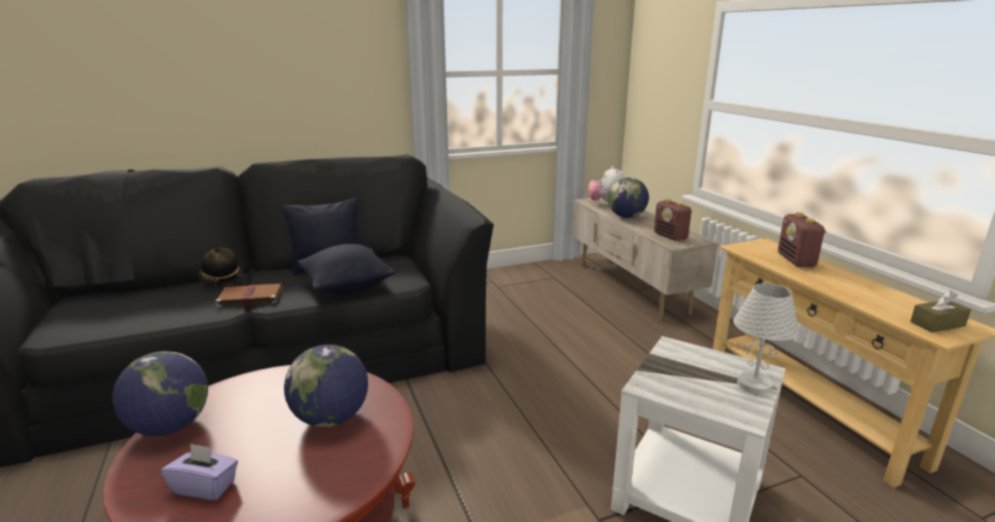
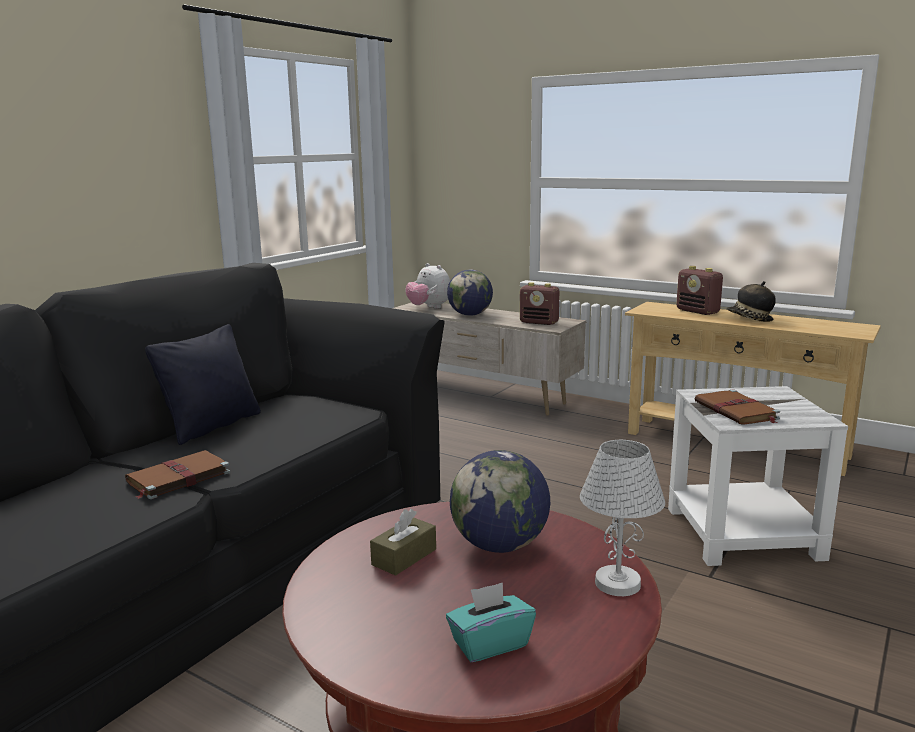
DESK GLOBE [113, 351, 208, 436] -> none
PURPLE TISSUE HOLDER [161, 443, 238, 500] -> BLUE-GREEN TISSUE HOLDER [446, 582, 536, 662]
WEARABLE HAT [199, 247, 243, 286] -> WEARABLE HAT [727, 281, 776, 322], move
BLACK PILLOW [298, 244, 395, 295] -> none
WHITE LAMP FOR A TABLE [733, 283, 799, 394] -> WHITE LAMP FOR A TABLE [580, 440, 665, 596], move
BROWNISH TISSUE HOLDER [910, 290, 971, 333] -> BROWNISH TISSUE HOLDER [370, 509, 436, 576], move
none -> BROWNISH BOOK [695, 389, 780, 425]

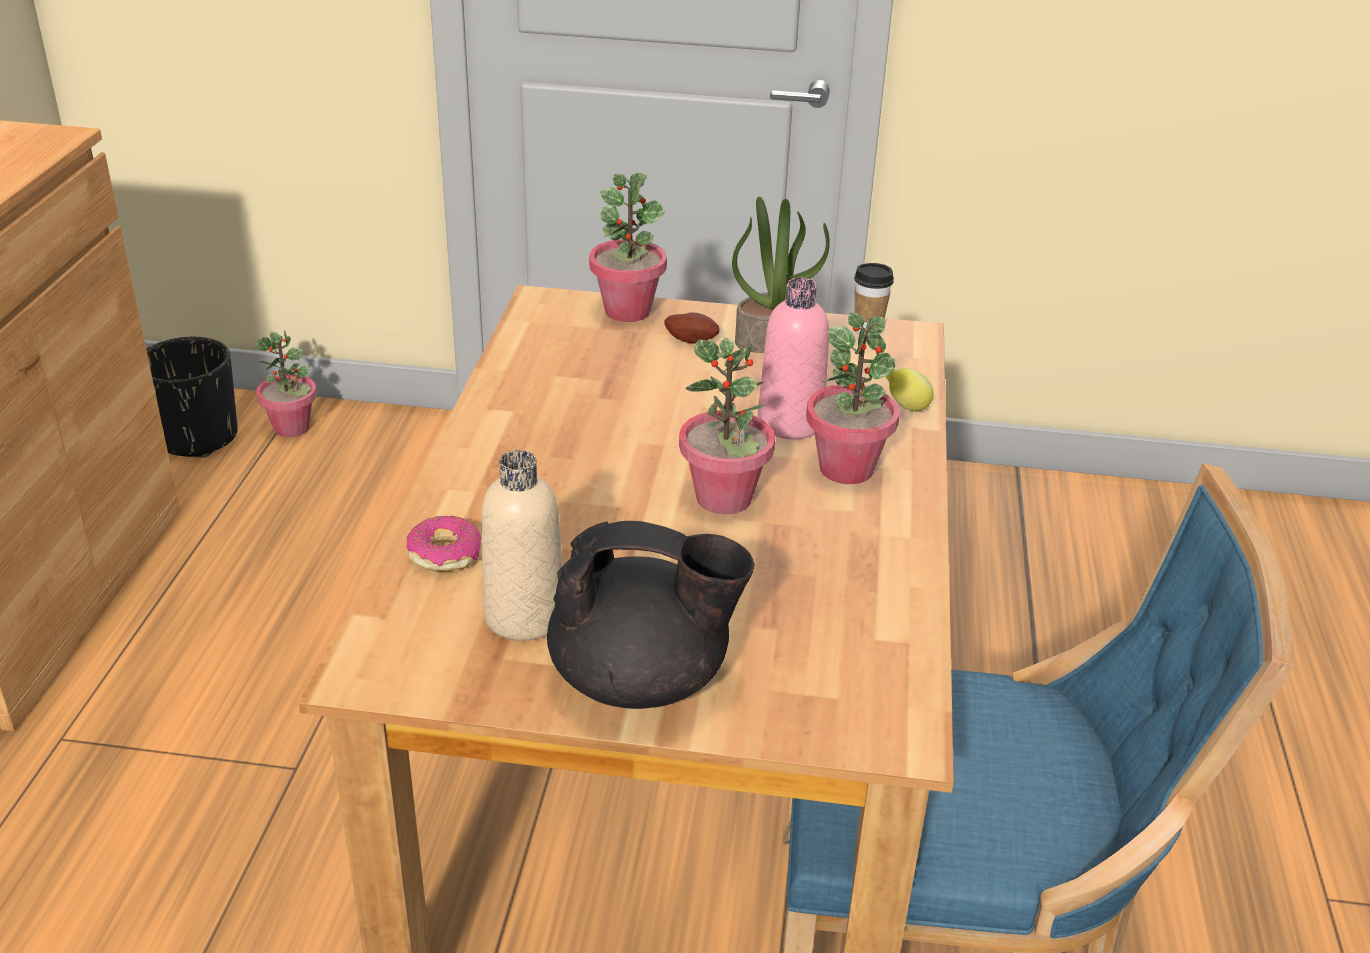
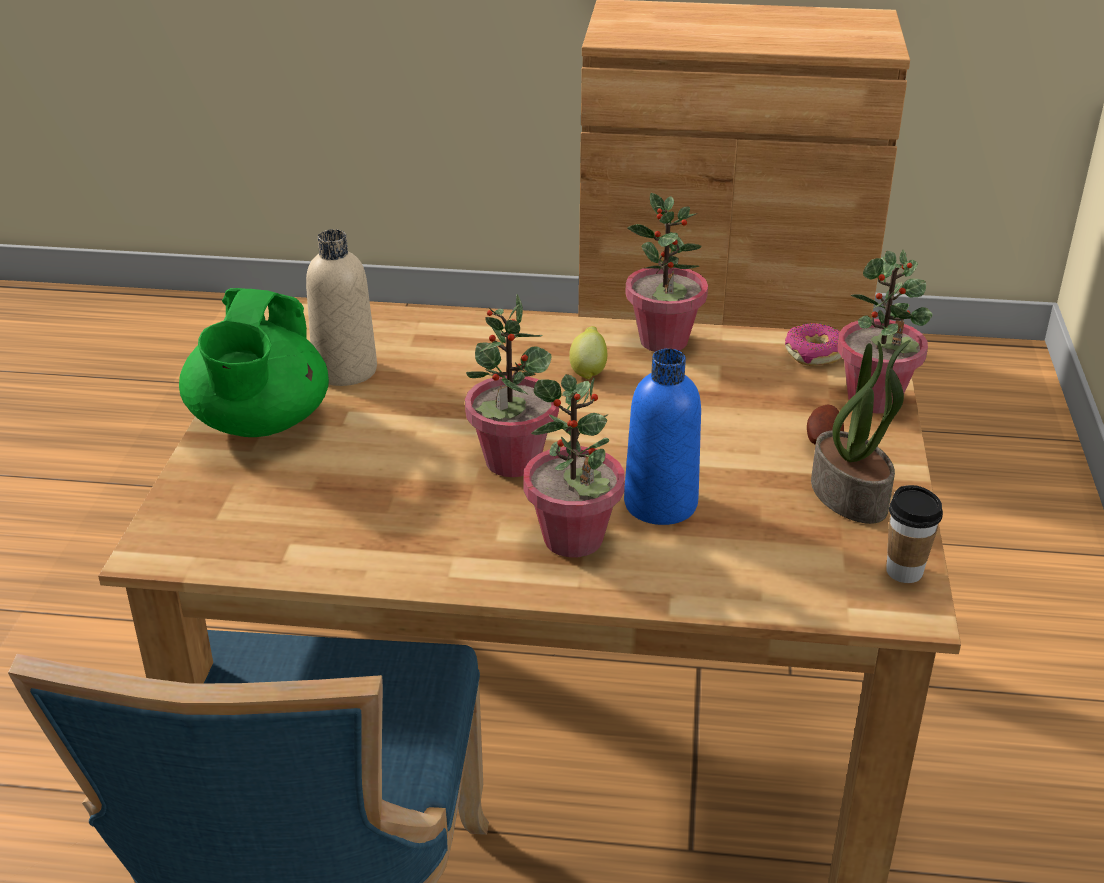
BLACK FLOWER POT [146, 337, 238, 458] -> none
HOUSEPLANT [256, 330, 317, 437] -> HOUSEPLANT [625, 193, 708, 352], move
DOUGHNUT [407, 516, 481, 571] -> DOUGHNUT [785, 323, 842, 366], move
BLACK POT FOR TEA [547, 521, 754, 709] -> GREEN-COLOURED POT FOR TEA [179, 288, 329, 437]
PINK DRINK BOTTLE [757, 278, 829, 439] -> BLUE-COLOURED DRINK BOTTLE [624, 349, 701, 525]
LEMON [886, 368, 934, 412] -> LEMON [569, 326, 607, 380], move

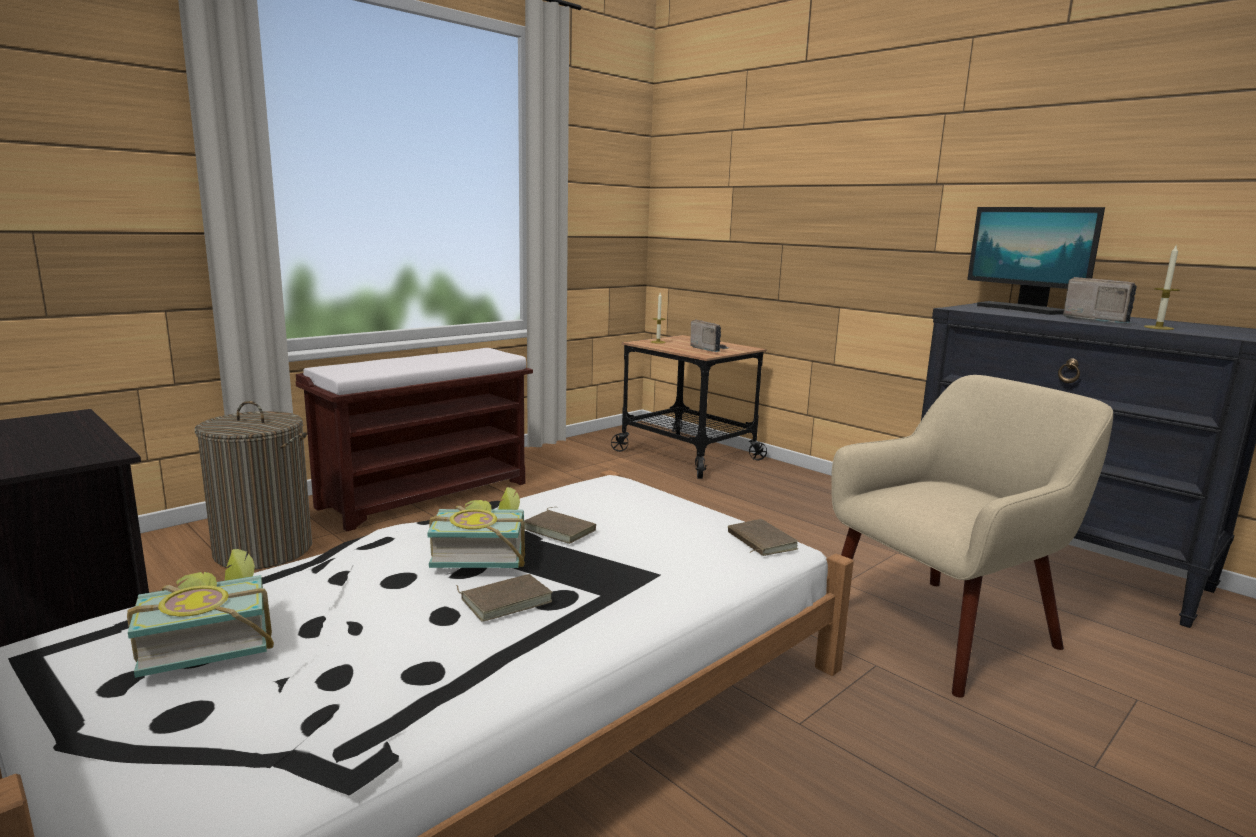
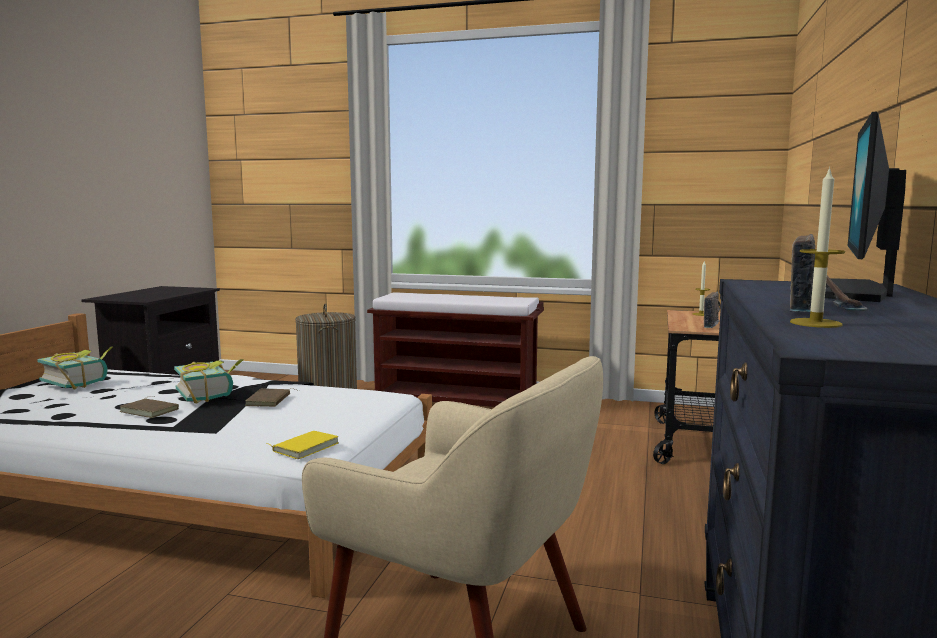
BROWNISH BOOK [728, 519, 798, 556] -> YELLOWISH BOOK [266, 431, 339, 459]

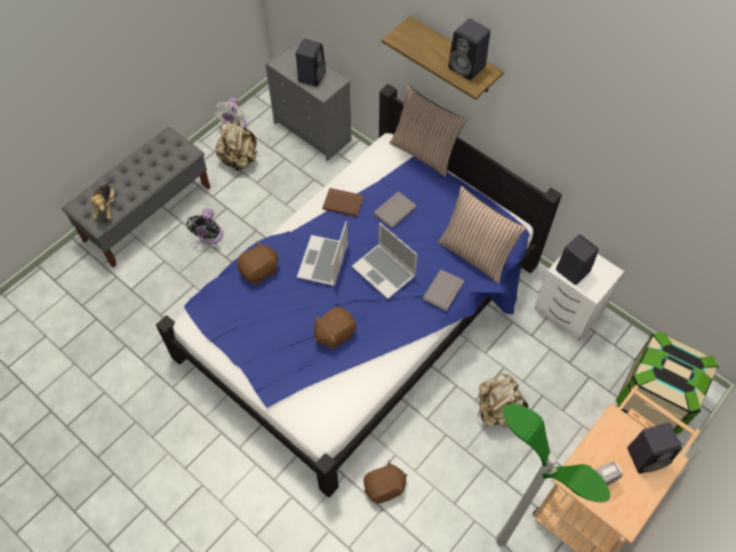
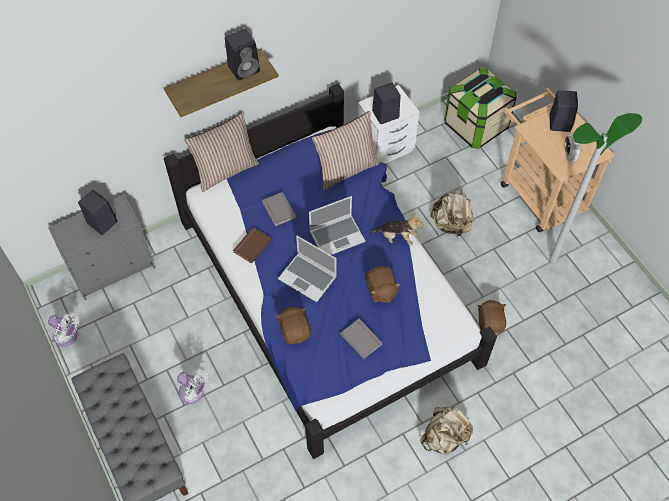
CUDDLY TOY [91, 183, 115, 219] -> CUDDLY TOY [371, 213, 424, 245], move
BLACK ELECTRIC FAN [186, 208, 223, 245] -> WHITE ELECTRIC FAN [177, 370, 209, 404]
SAND-COLOURED RUCKSACK [215, 119, 257, 172] -> SAND-COLOURED RUCKSACK [420, 406, 473, 455], move
GREYISH BOOK [422, 269, 464, 311] -> GREYISH BOOK [340, 319, 382, 359], move

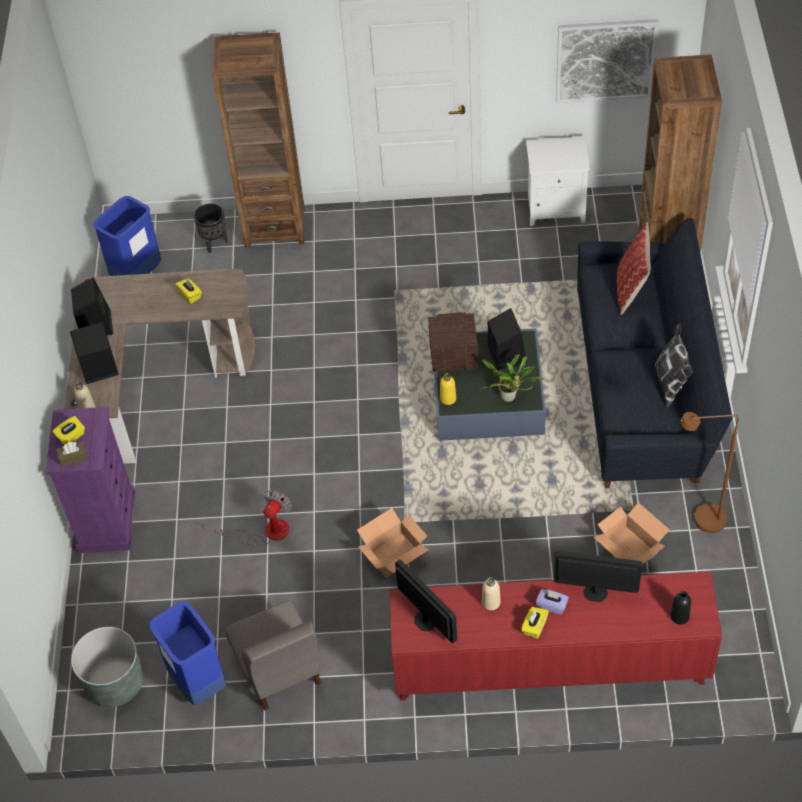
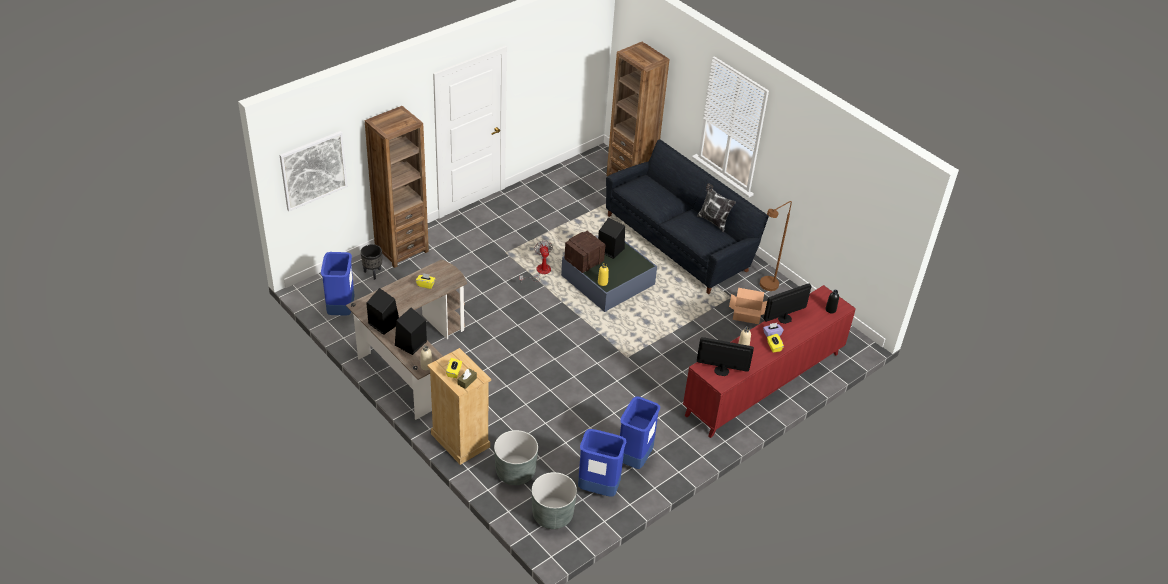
PURPLE DRESSER [45, 407, 135, 553] -> SAND-COLOURED DRESSER [427, 348, 491, 465]
ELECTRIC FAN [215, 489, 291, 546] -> ELECTRIC FAN [519, 240, 553, 283], move
GREYISH CHAIR [225, 600, 321, 711] -> BLUE-COLOURED TRASH CAN [620, 397, 660, 469]
PACKING BOX [357, 508, 429, 578] -> none
HOUSEPLANT [480, 354, 544, 402] -> none
WHITE BEDSIDE TABLE [526, 136, 590, 226] -> none
PICTURE [556, 19, 659, 103] -> PICTURE [280, 131, 348, 211], move
PILLOW [617, 222, 651, 315] -> none
none -> GREYISH FLOWER POT [494, 430, 538, 485]

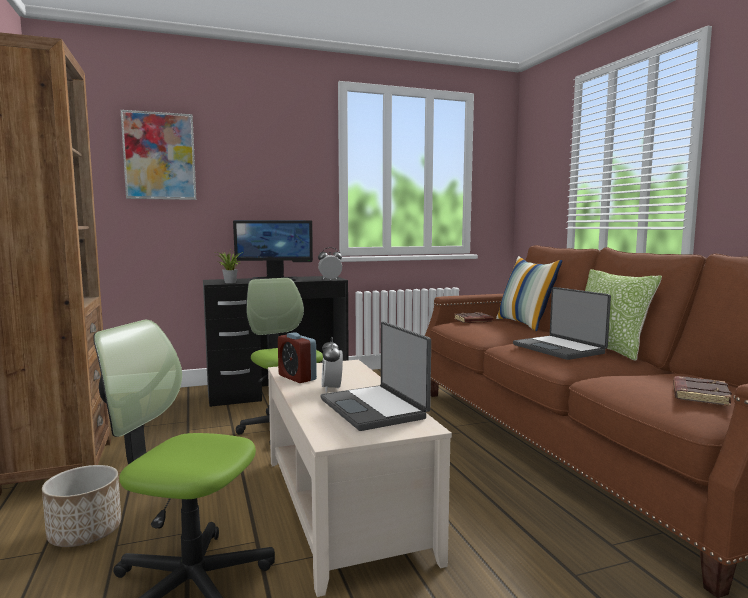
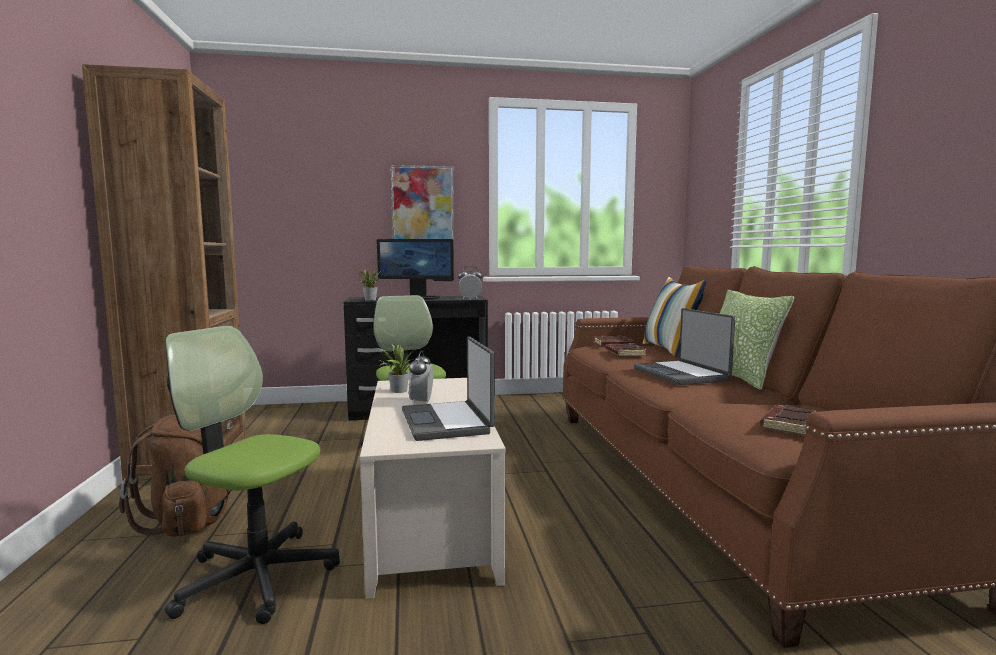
FLOWER POT [42, 465, 121, 547] -> BROWNISH RUCKSACK [119, 414, 230, 537]
PICTURE [121, 110, 196, 200] -> PICTURE [391, 165, 454, 240], move
TABLE CLOCK [278, 332, 317, 383] -> HOUSEPLANT [378, 344, 414, 393]
none -> BROWNISH BOOK [606, 343, 647, 356]

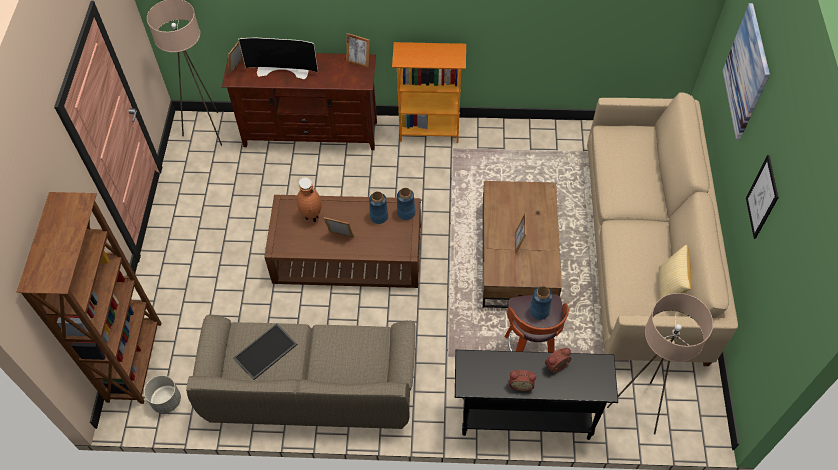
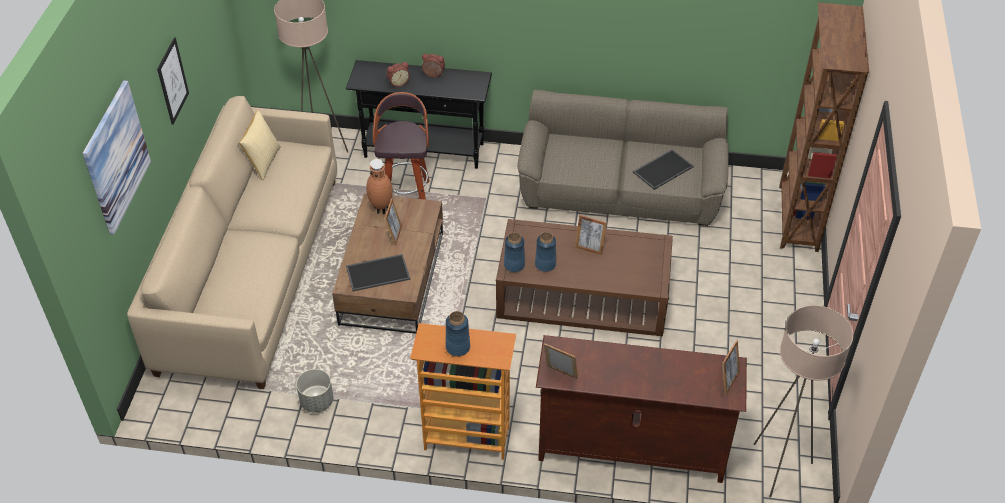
GREYISH FLOWER POT [144, 375, 181, 414] -> GREYISH FLOWER POT [296, 369, 333, 413], move
TV SET [238, 38, 318, 79] -> none
BROWNISH FLOWER VASE [297, 177, 322, 222] -> BROWNISH FLOWER VASE [366, 159, 393, 214], move
BLUE-COLOURED FLOWER VASE [529, 286, 552, 320] -> BLUE-COLOURED FLOWER VASE [446, 311, 470, 356], move
none -> SERVING TRAY [346, 254, 410, 291]

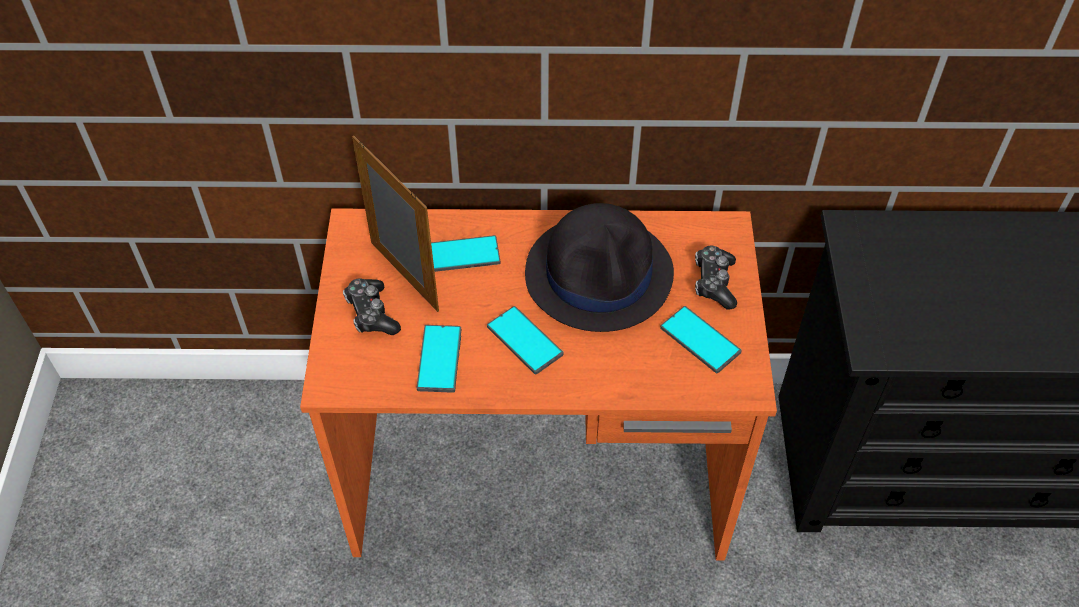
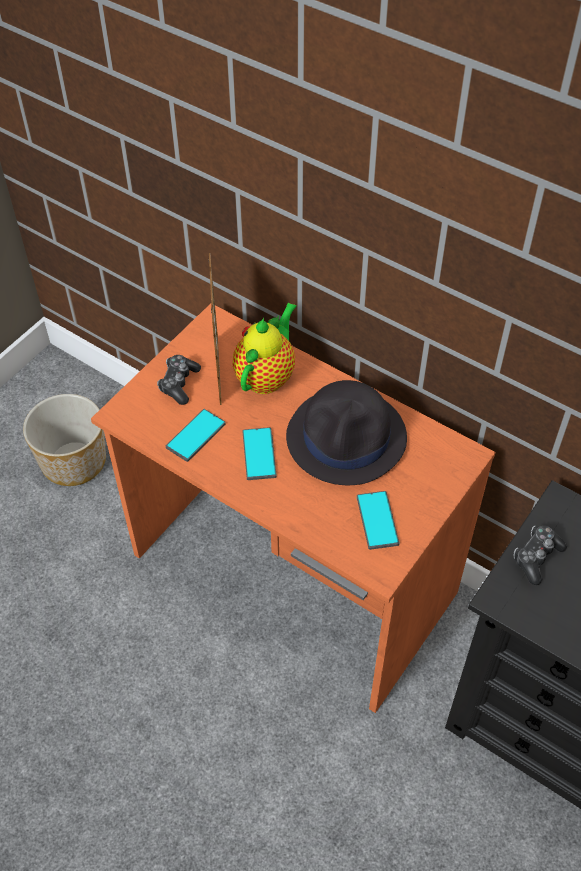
PHONE [431, 235, 500, 272] -> POT FOR TEA [233, 303, 297, 394]
GAME CONTROLLER [695, 245, 737, 310] -> GAME CONTROLLER [513, 526, 568, 585], move
none -> FLOWER POT [23, 394, 106, 486]

